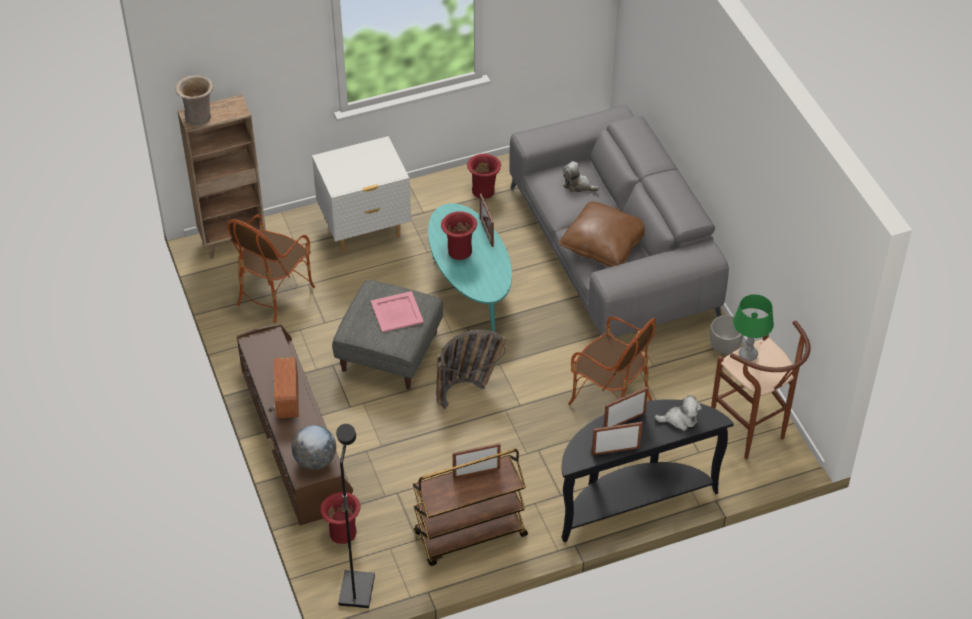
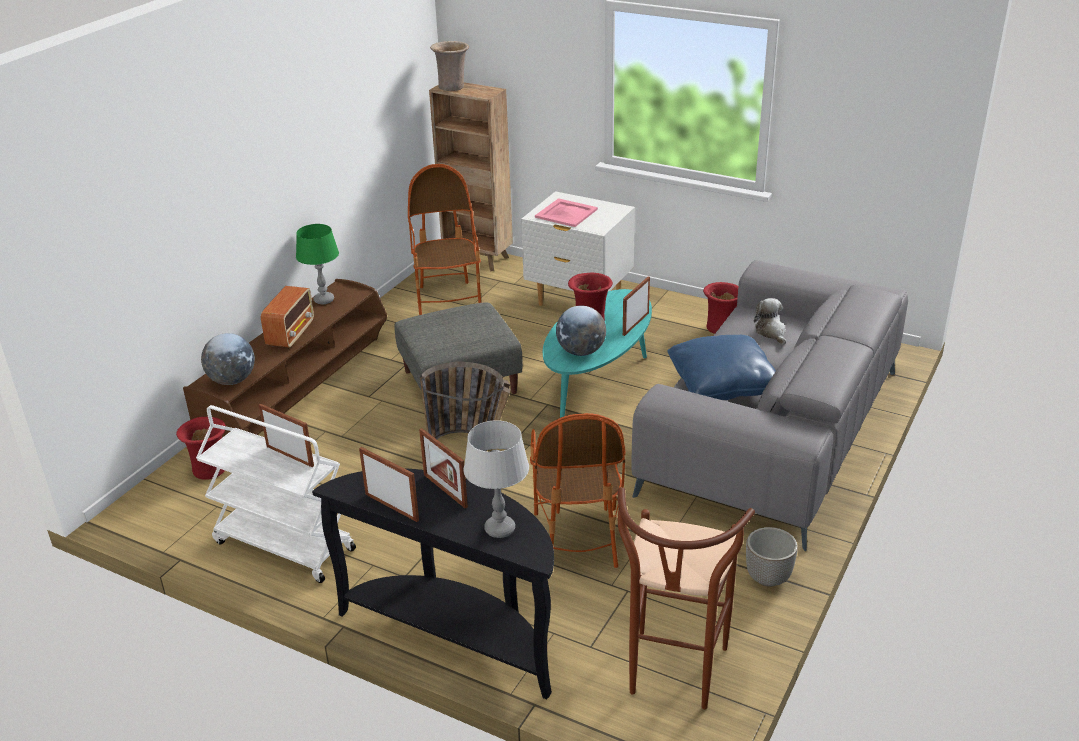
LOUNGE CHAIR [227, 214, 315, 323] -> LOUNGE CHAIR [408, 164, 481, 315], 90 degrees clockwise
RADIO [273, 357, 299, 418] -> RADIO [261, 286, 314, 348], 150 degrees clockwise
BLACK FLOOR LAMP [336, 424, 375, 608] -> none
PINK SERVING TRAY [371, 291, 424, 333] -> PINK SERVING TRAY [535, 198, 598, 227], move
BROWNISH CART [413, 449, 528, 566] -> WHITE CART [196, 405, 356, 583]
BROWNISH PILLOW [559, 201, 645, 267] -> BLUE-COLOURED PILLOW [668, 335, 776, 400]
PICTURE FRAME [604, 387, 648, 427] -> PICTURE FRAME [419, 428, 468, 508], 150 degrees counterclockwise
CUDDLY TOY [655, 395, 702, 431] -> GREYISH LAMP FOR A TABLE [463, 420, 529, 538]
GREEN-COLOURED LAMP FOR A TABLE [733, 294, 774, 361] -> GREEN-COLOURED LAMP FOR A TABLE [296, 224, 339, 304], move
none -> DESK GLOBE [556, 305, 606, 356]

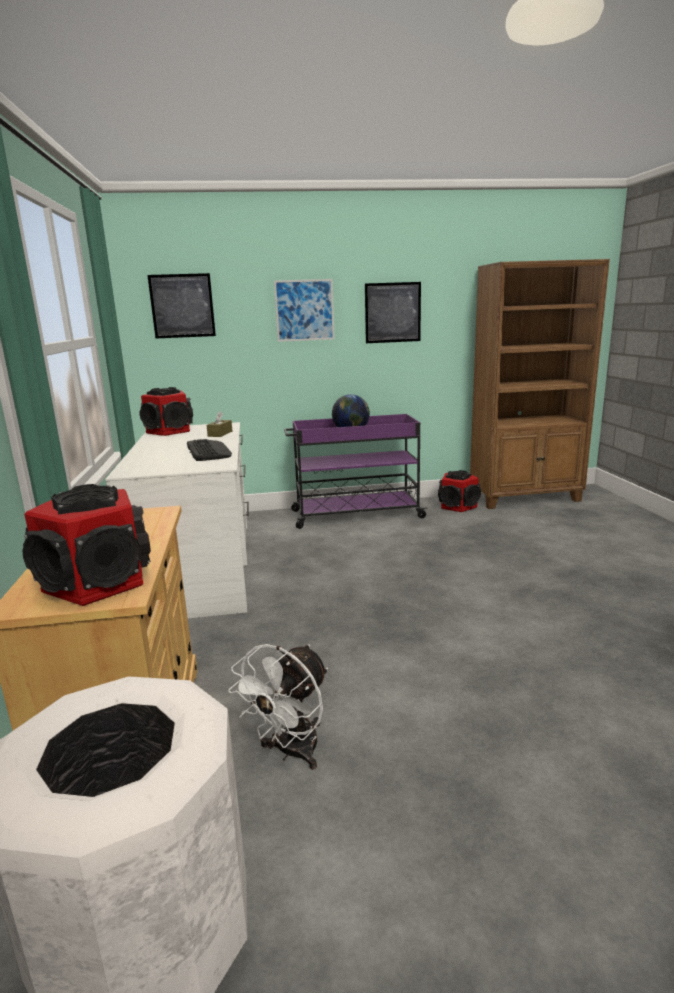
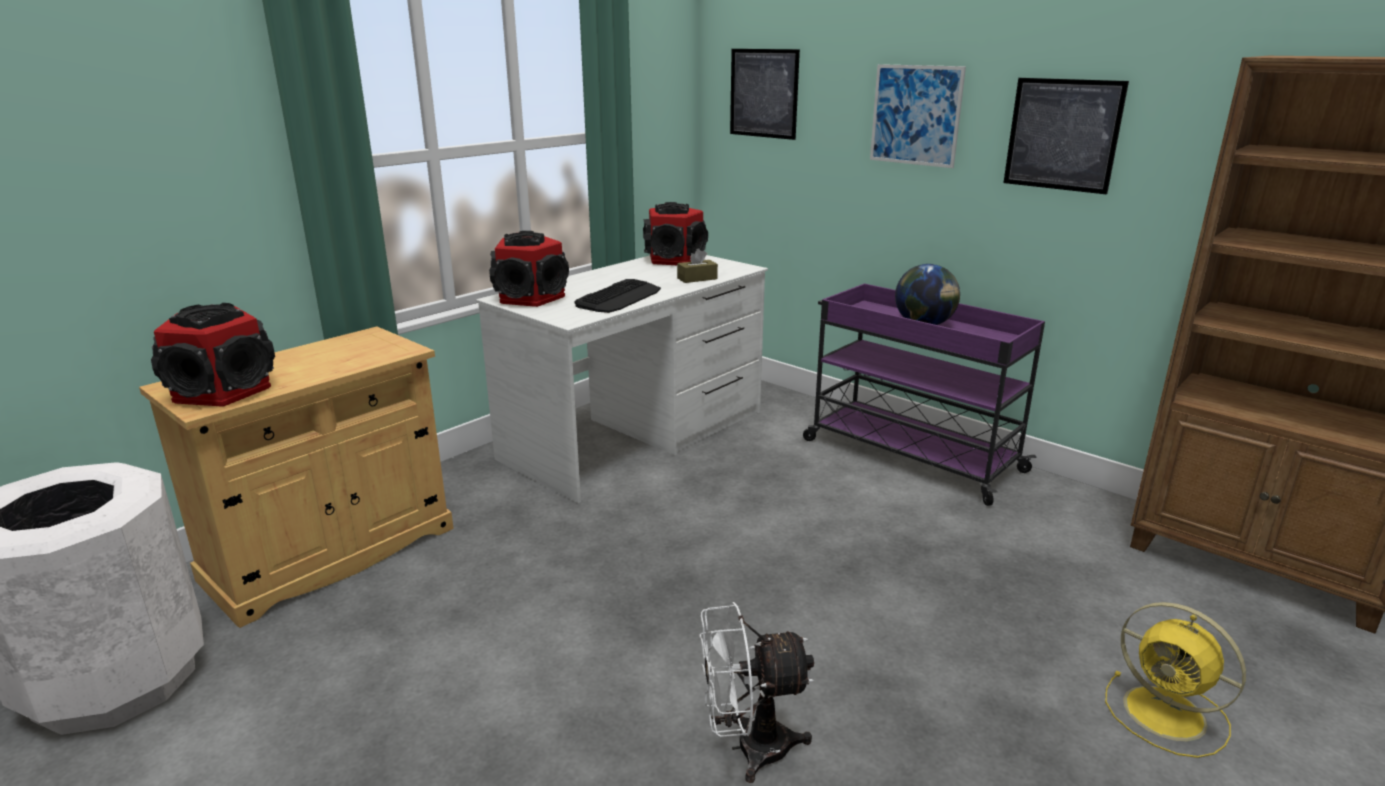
WHITE ELECTRIC FAN [229, 644, 328, 770] -> WHITE ELECTRIC FAN [700, 602, 814, 783], move
SPEAKER [438, 470, 481, 512] -> SPEAKER [489, 231, 569, 307], move
none -> YELLOWISH ELECTRIC FAN [1105, 602, 1246, 758]

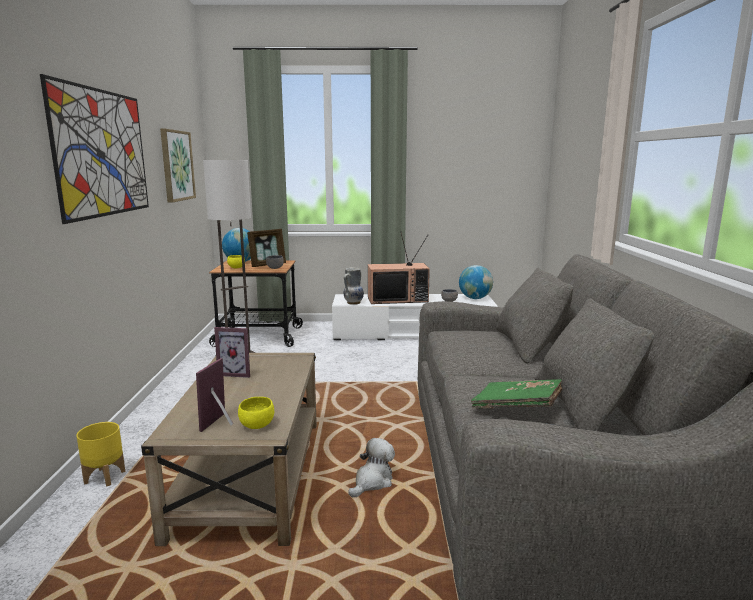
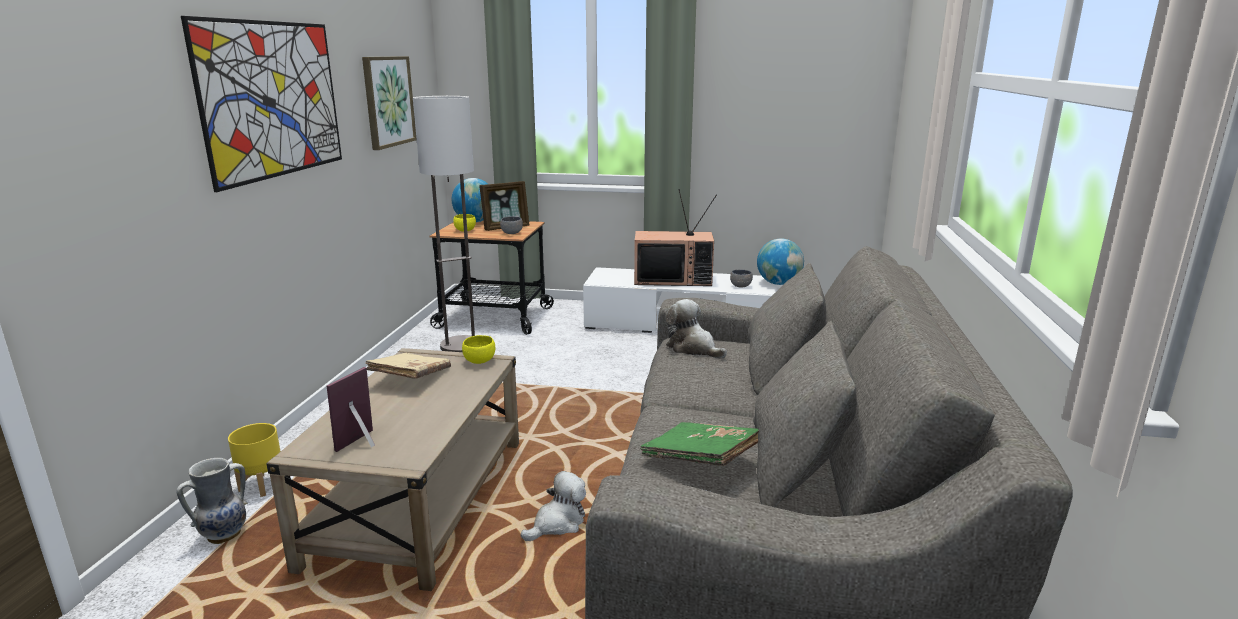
PICTURE FRAME [214, 327, 250, 378] -> SAND-COLOURED BOOK [365, 353, 451, 379]
YELLOWISH SERVING BOWL [238, 397, 274, 429] -> YELLOWISH SERVING BOWL [462, 335, 495, 364], move
FLOWER VASE [344, 268, 364, 305] -> FLOWER VASE [177, 458, 248, 544], move
none -> CUDDLY TOY [665, 299, 727, 358]

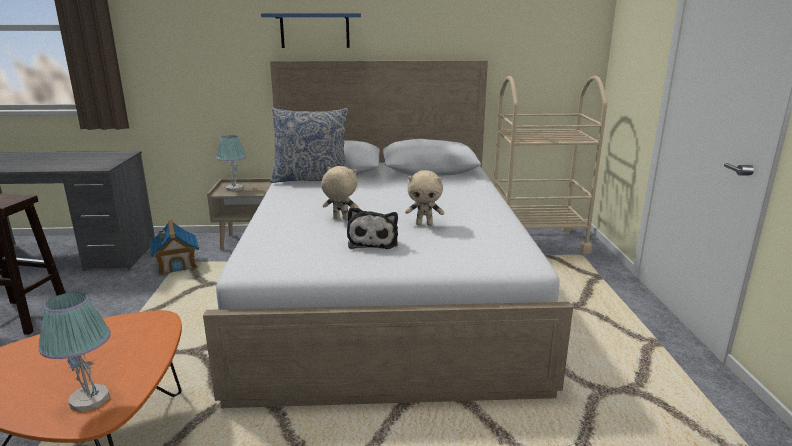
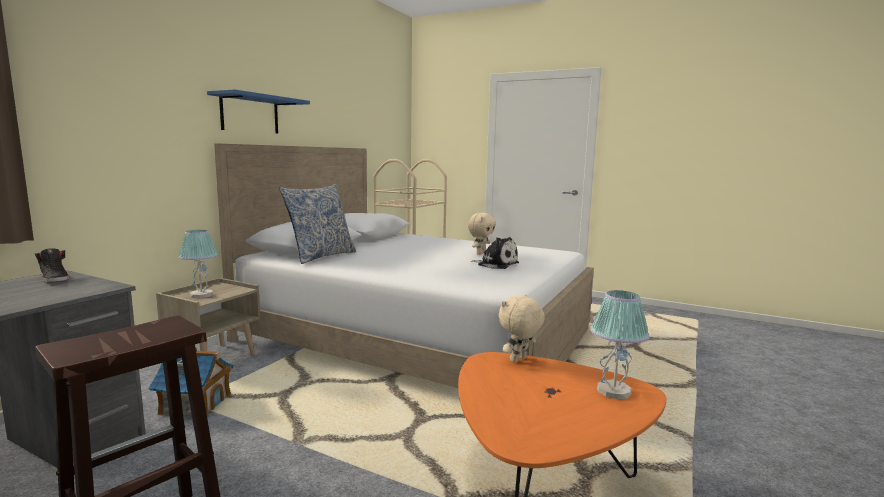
SAND-COLOURED CUDDLY TOY [321, 166, 359, 220] -> SAND-COLOURED CUDDLY TOY [499, 295, 545, 363], move
none -> BLACK ITEM OF FOOTWEAR [35, 248, 69, 283]

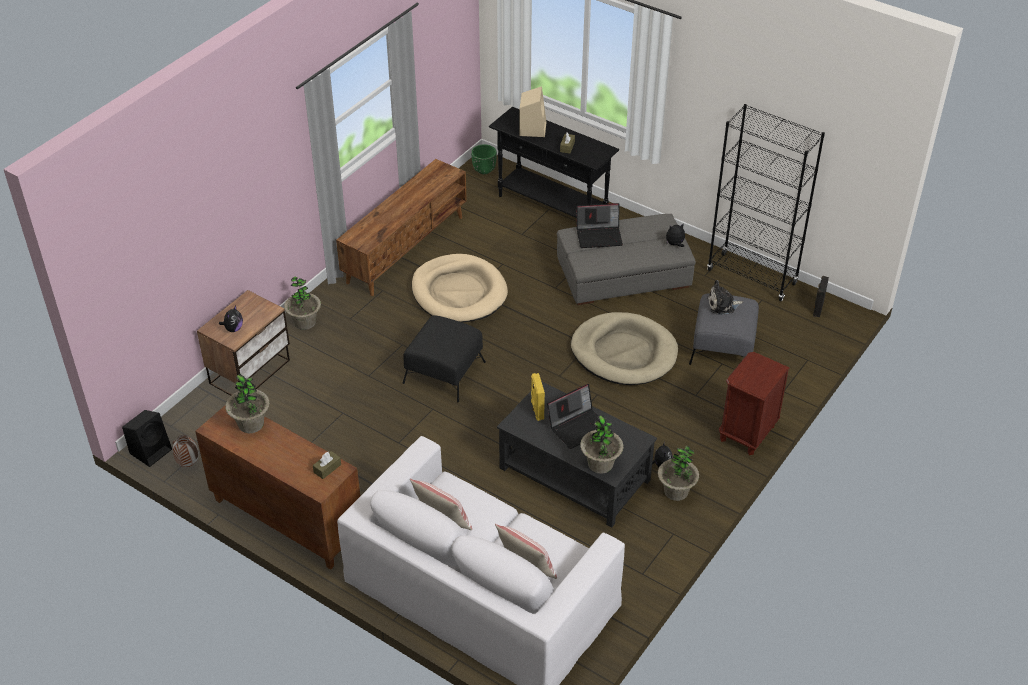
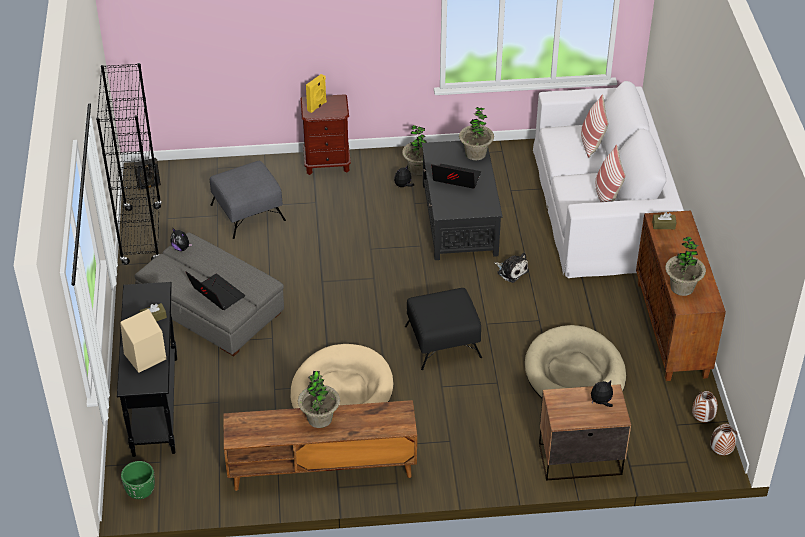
BLACK SPEAKER [122, 410, 172, 467] -> FLOWER VASE [711, 424, 737, 456]
HOUSEPLANT [284, 277, 321, 330] -> HOUSEPLANT [298, 371, 340, 428], move
YELLOWISH SPEAKER [531, 373, 545, 421] -> YELLOWISH SPEAKER [306, 74, 327, 113], move
SAND-COLOURED DOG BED [571, 312, 678, 385] -> SAND-COLOURED DOG BED [525, 325, 626, 398], move
CUDDLY TOY [707, 280, 743, 315] -> CUDDLY TOY [494, 253, 529, 283], move

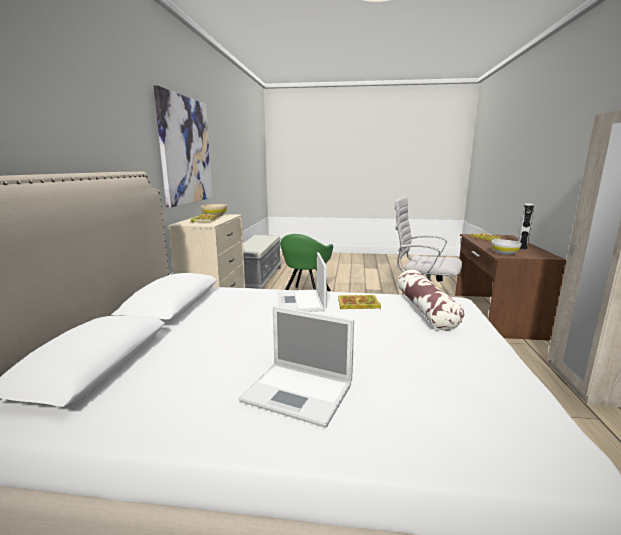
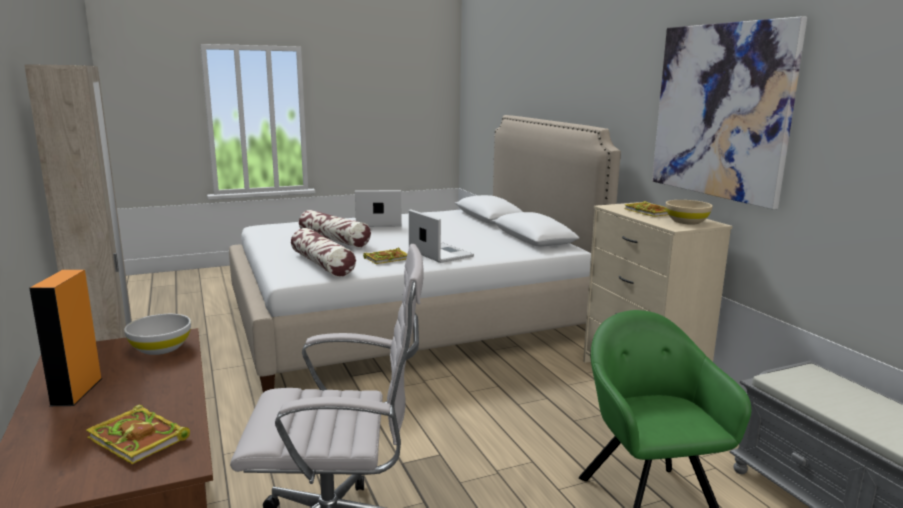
GREYISH SPEAKER [518, 203, 534, 250] -> ORANGE SPEAKER [29, 270, 102, 406]
none -> PILLOW [299, 210, 371, 248]

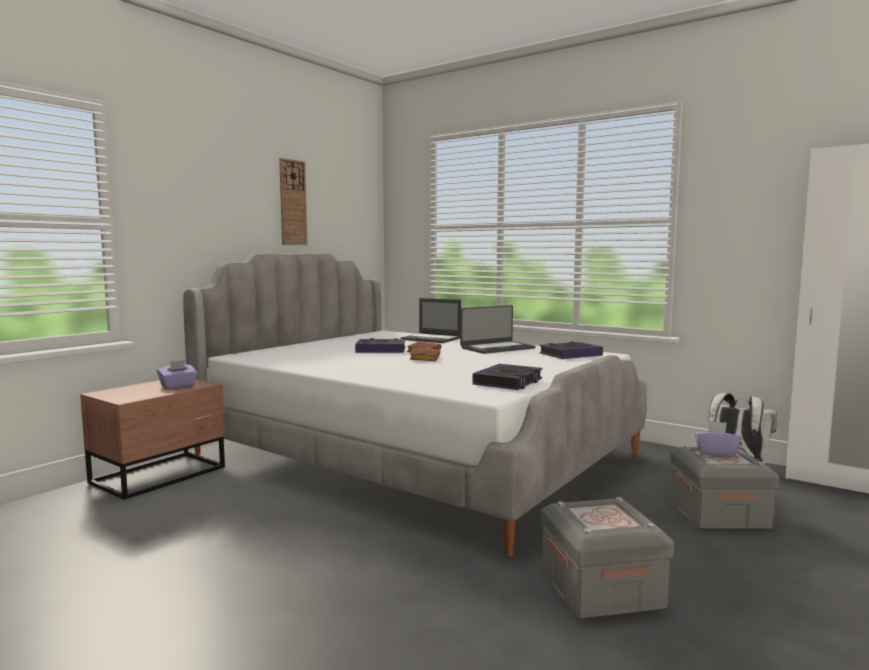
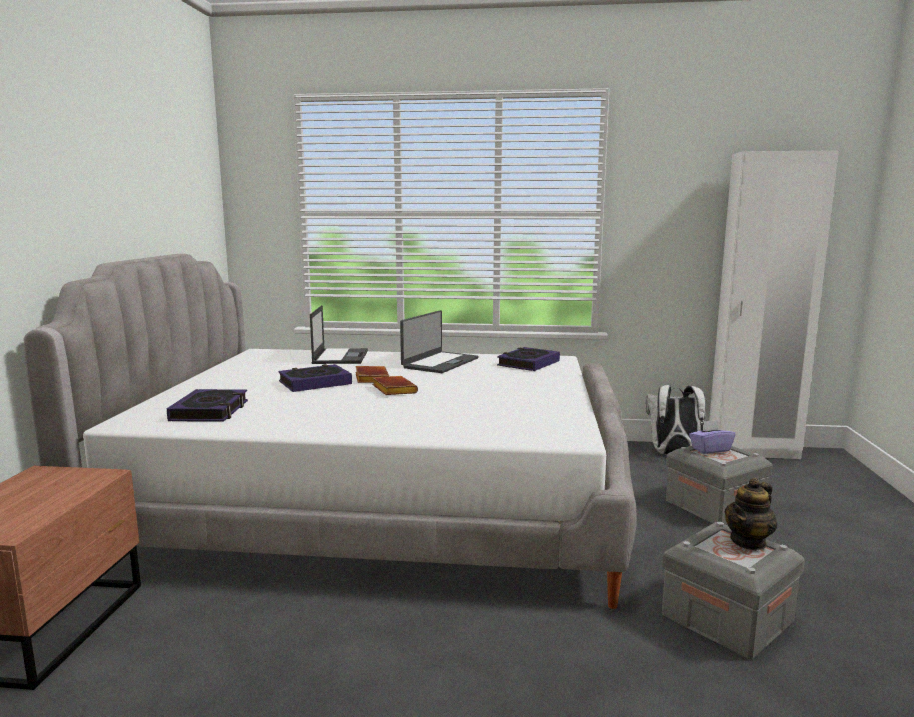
PURPLE TISSUE HOLDER [157, 360, 198, 389] -> none
HANGING CLOCK [279, 158, 308, 245] -> none
NOTEBOOK COMPUTER [401, 298, 461, 343] -> NOTEBOOK COMPUTER [310, 305, 368, 364], 90 degrees counterclockwise
BOOK [472, 364, 542, 390] -> BOOK [167, 389, 248, 422], move
none -> POT FOR TEA [725, 478, 777, 551]

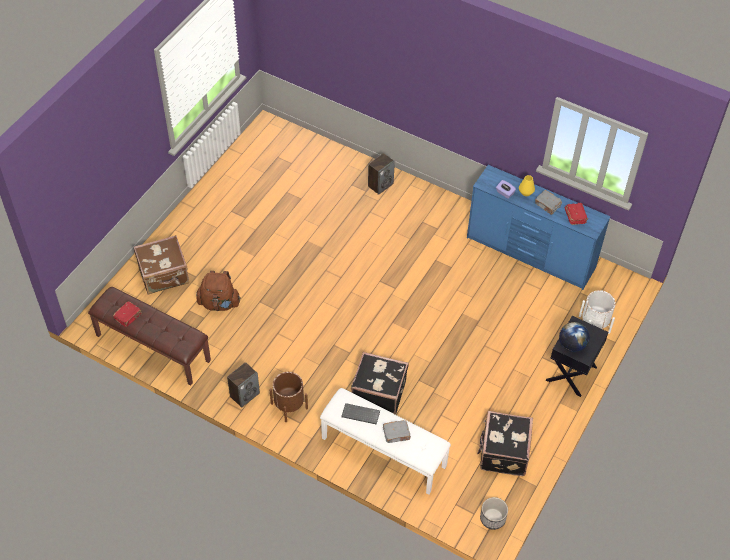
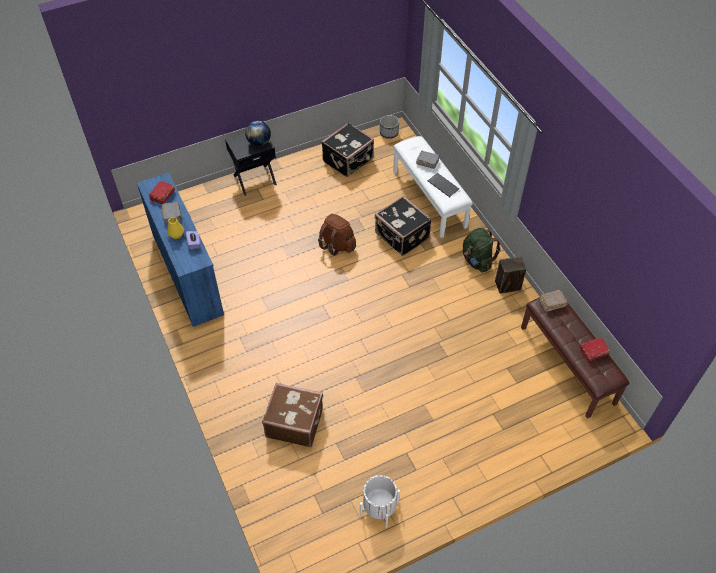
BROWNISH SUITCASE [133, 235, 189, 295] -> BROWNISH SUITCASE [262, 383, 323, 447], move
BROWNISH RUCKSACK [196, 271, 241, 311] -> BROWNISH RUCKSACK [318, 214, 356, 256], move
BROWNISH FLOWER POT [269, 372, 308, 422] -> GREEN-COLOURED RUCKSACK [463, 228, 501, 273]
SPEAKER [368, 153, 395, 195] -> none
WHITE FLOWER POT [579, 290, 616, 334] -> WHITE FLOWER POT [360, 475, 400, 528], move
none -> BROWNISH BOOK [539, 289, 567, 312]

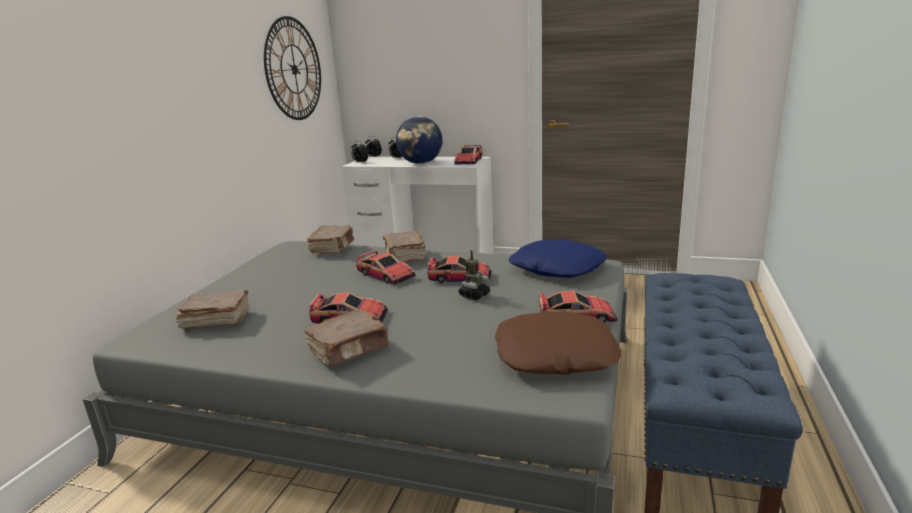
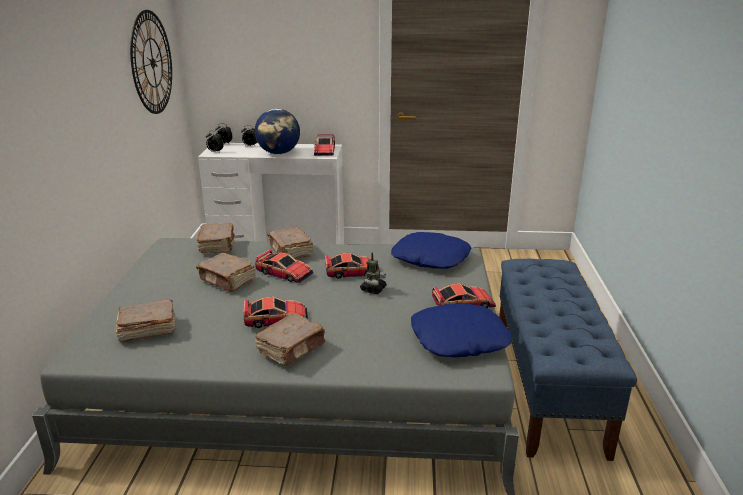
BROWNISH PILLOW [495, 311, 622, 375] -> BLUE-COLOURED PILLOW [411, 303, 512, 357]
none -> BROWNISH BOOK [196, 253, 256, 292]

